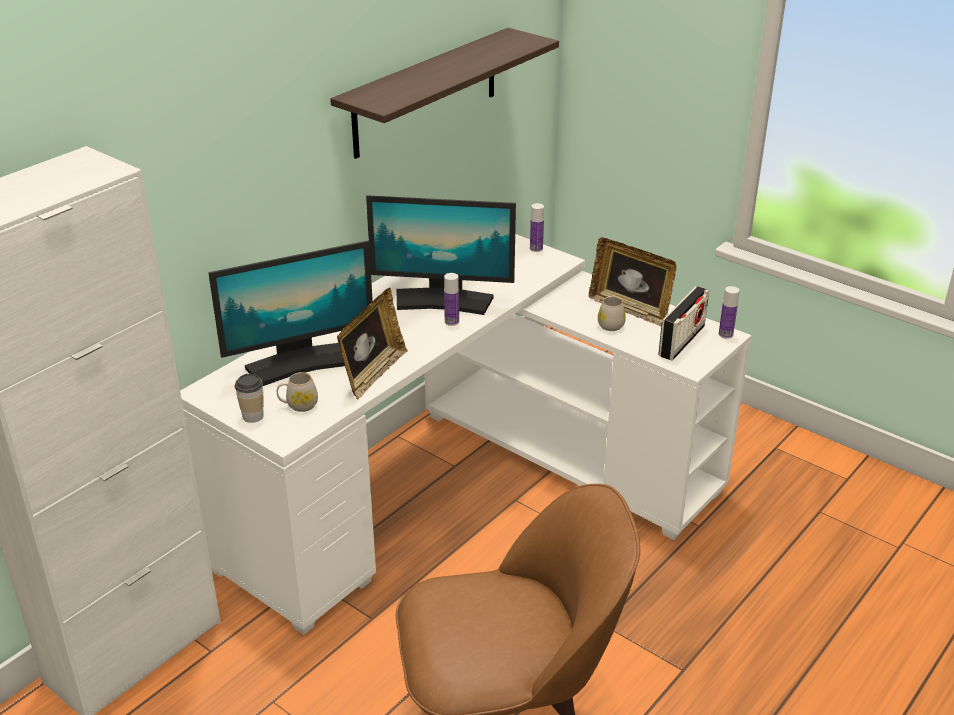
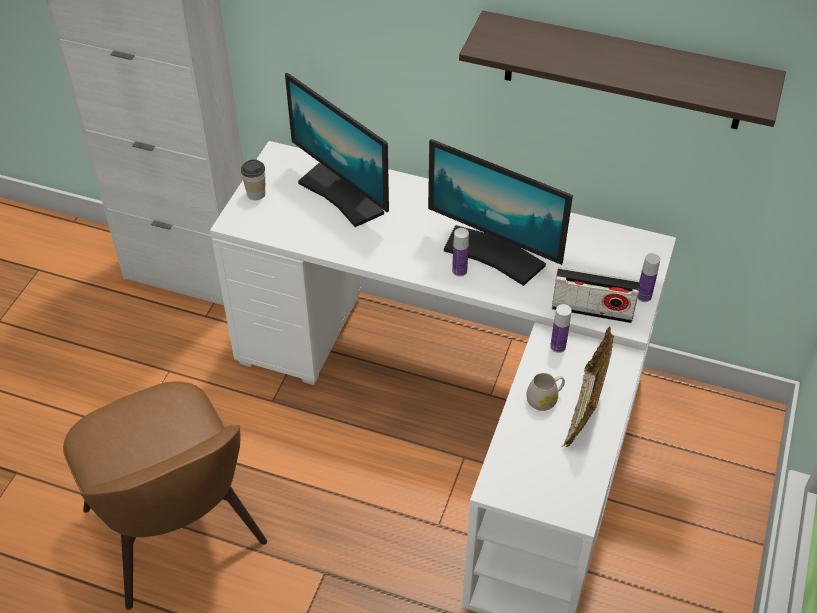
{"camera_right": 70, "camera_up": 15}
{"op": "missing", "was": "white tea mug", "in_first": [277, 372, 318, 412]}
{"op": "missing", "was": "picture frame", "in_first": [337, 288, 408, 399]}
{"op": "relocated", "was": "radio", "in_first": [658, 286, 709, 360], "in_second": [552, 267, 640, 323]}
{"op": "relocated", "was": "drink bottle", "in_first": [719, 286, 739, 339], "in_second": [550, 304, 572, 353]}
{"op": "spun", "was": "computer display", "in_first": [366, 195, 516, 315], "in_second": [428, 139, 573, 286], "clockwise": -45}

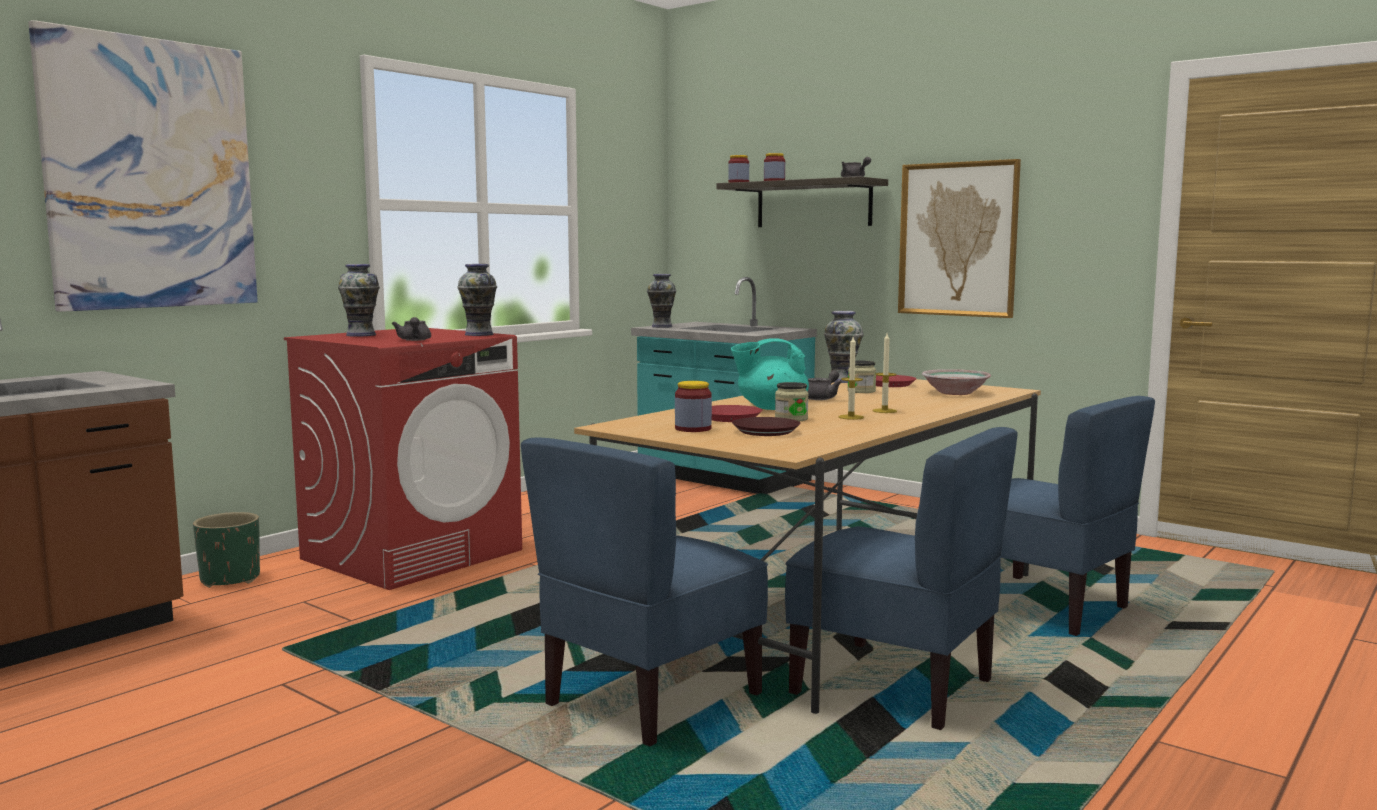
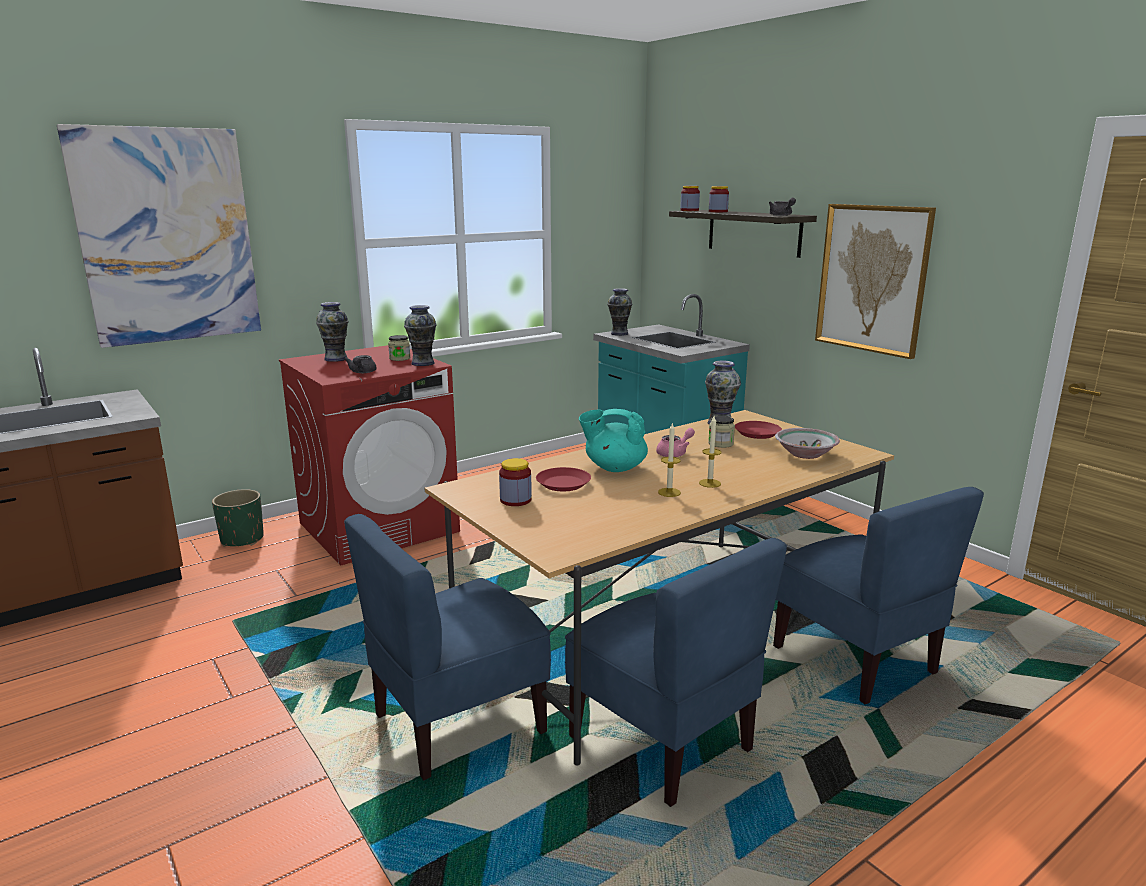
{"camera_right": 15, "camera_up": 10}
{"op": "missing", "was": "brownish flat dish", "in_first": [732, 417, 801, 436]}
{"op": "relocated", "was": "storage jar", "in_first": [775, 382, 808, 422], "in_second": [388, 335, 411, 361]}
{"op": "colour", "was": "gray teapot", "now": "pink teapot", "in_first": [807, 370, 842, 400], "in_second": [656, 428, 695, 457]}

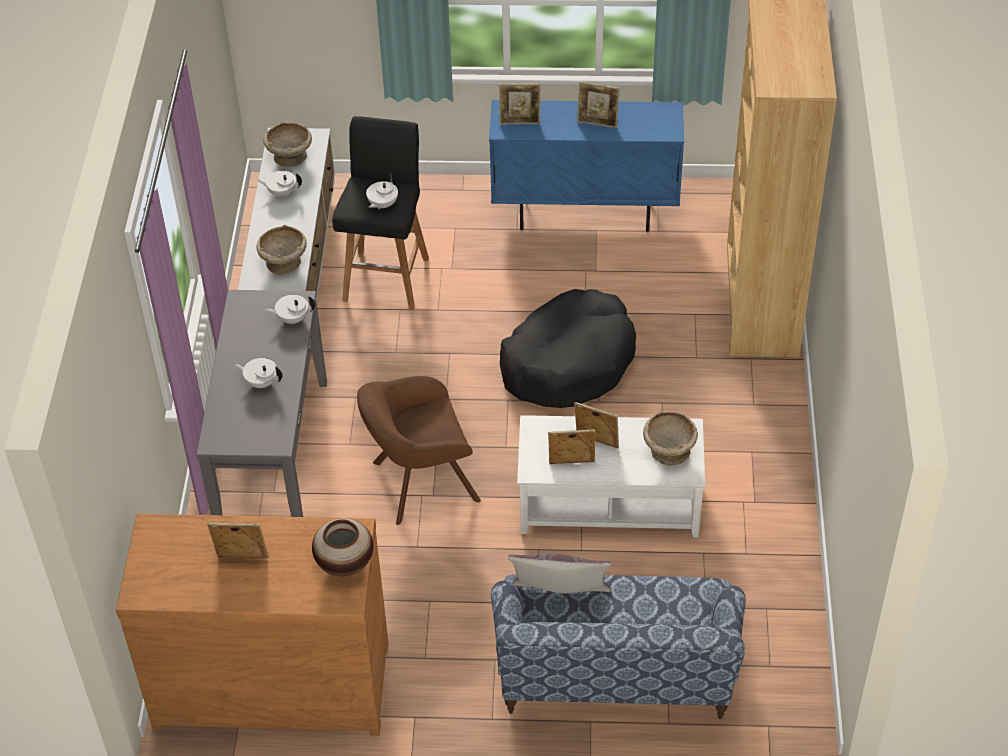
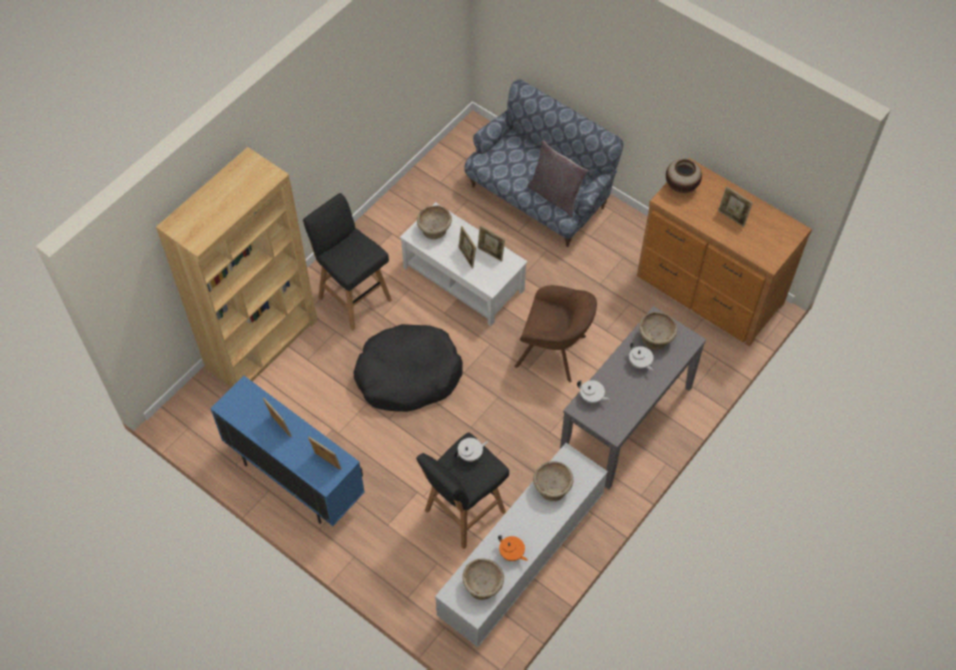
{"camera_right": -145, "camera_up": 10}
{"op": "appeared", "now": "black-coloured sitting stool", "in_second": [303, 193, 392, 331]}
{"op": "appeared", "now": "sand-coloured deep dish", "in_second": [639, 312, 678, 350]}
{"op": "colour", "was": "white teapot", "now": "orange teapot", "in_first": [257, 171, 302, 198], "in_second": [498, 535, 528, 561]}

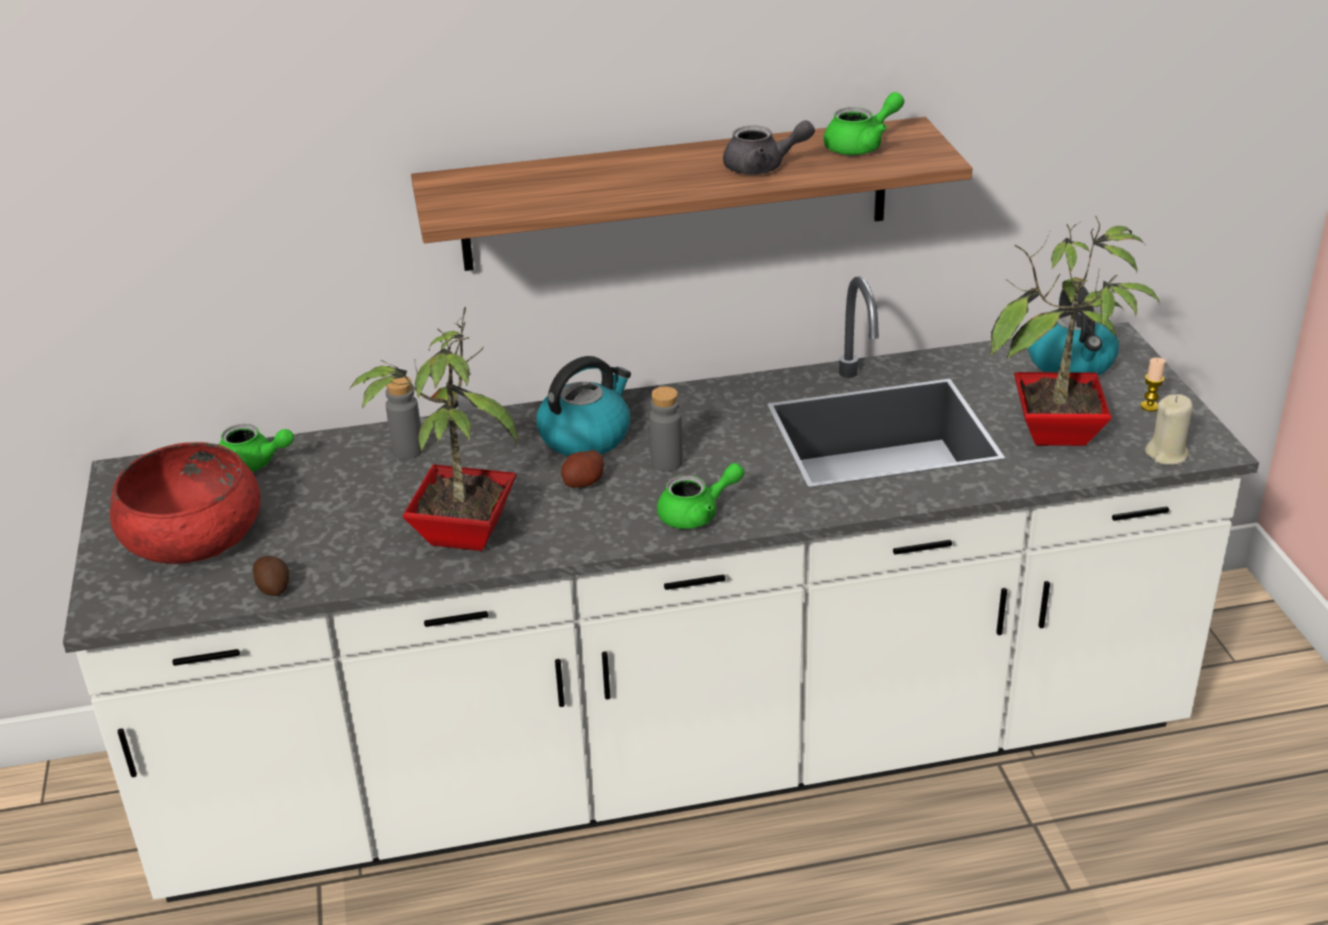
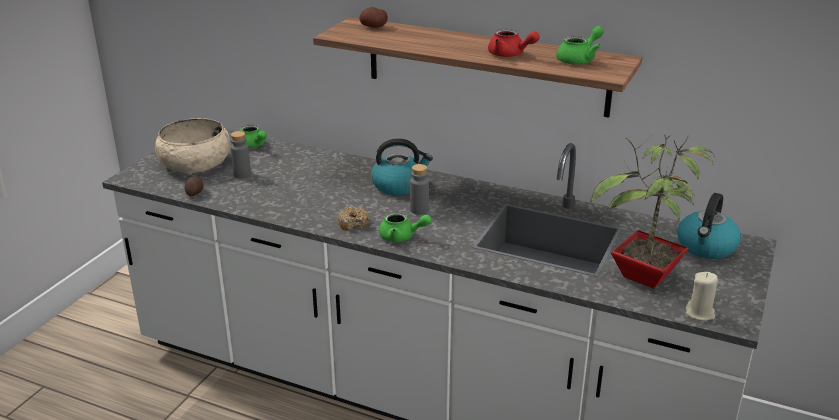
{"camera_right": 35, "camera_up": -5}
{"op": "missing", "was": "plant in a pot", "in_first": [350, 307, 518, 551]}
{"op": "missing", "was": "candle", "in_first": [1140, 358, 1165, 412]}
{"op": "appeared", "now": "ring doughnut", "in_second": [337, 207, 369, 231]}
{"op": "relocated", "was": "gray drink bottle", "in_first": [386, 376, 424, 459], "in_second": [231, 131, 251, 178]}
{"op": "relocated", "was": "whole potato", "in_first": [561, 450, 604, 488], "in_second": [359, 7, 388, 28]}
{"op": "colour", "was": "red deep dish", "now": "sand-coloured deep dish", "in_first": [110, 442, 260, 564], "in_second": [155, 118, 231, 173]}
{"op": "colour", "was": "gray teapot", "now": "red teapot", "in_first": [723, 120, 815, 174], "in_second": [488, 29, 540, 57]}
{"op": "spun", "was": "green-coloured teapot", "in_first": [823, 92, 904, 155], "in_second": [556, 26, 604, 65], "clockwise": -45}

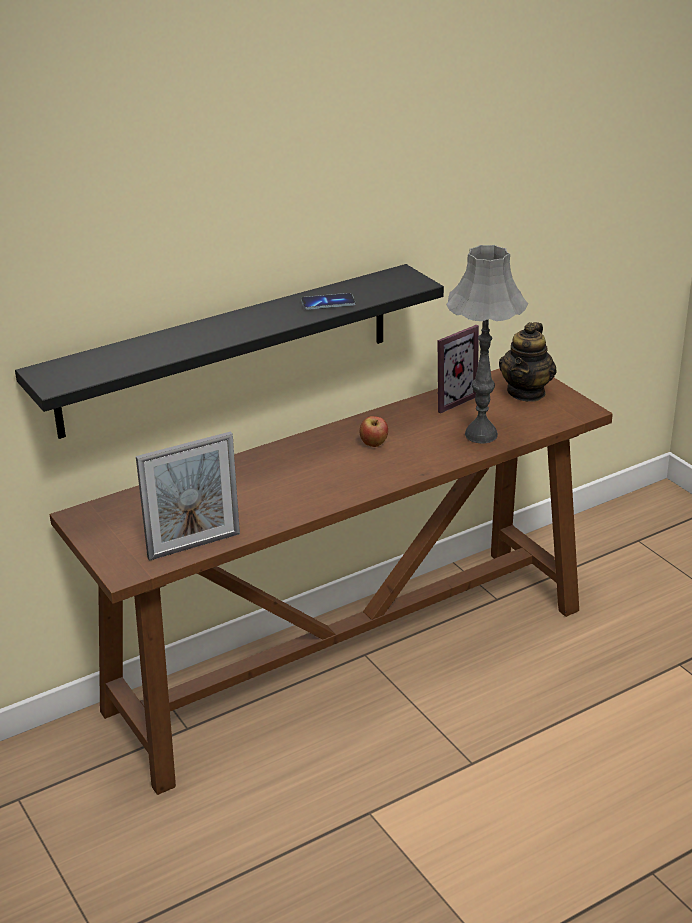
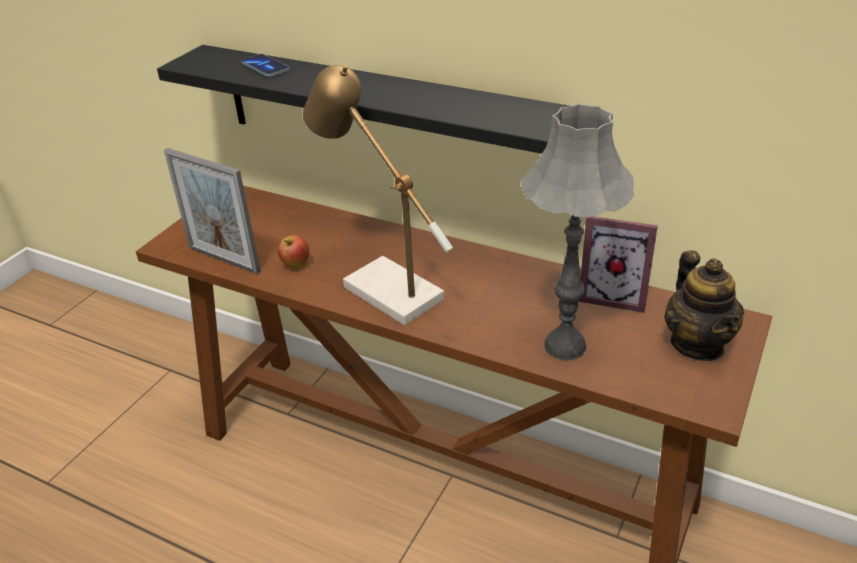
{"camera_right": 60, "camera_up": 5}
{"op": "appeared", "now": "table lamp", "in_second": [303, 65, 453, 325]}
{"op": "relocated", "was": "handset", "in_first": [301, 293, 355, 310], "in_second": [241, 54, 290, 77]}
{"op": "relocated", "was": "apple", "in_first": [360, 416, 388, 447], "in_second": [278, 235, 309, 269]}
{"op": "spun", "was": "teapot", "in_first": [499, 322, 557, 402], "in_second": [664, 250, 744, 361], "clockwise": -90}

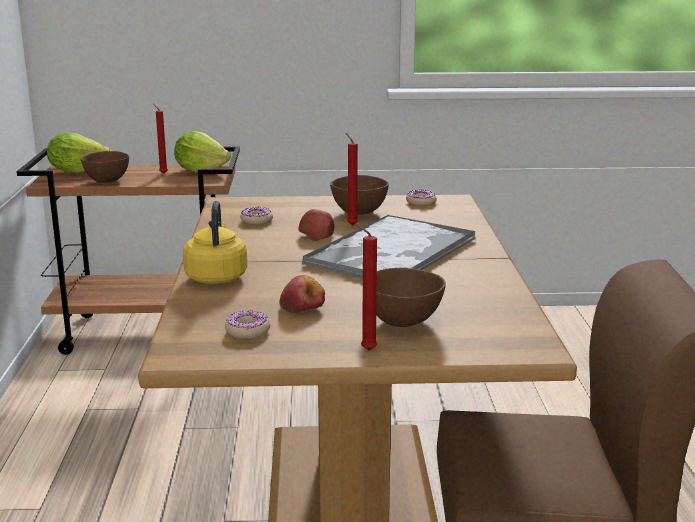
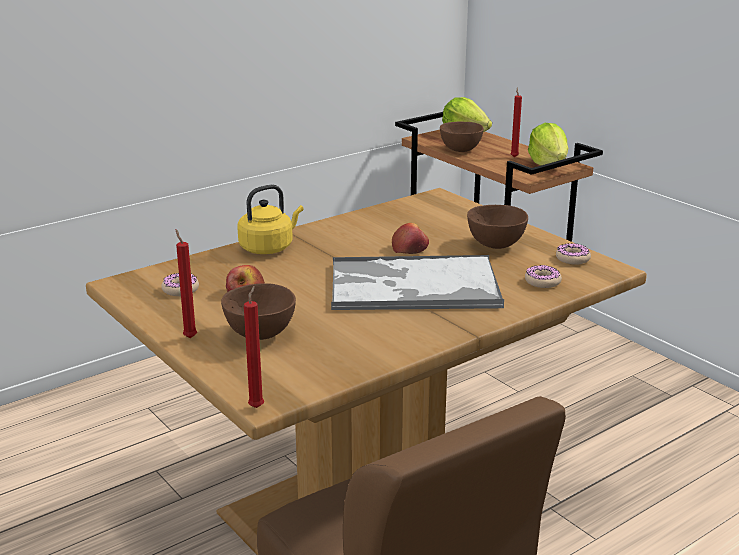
{"camera_right": 55, "camera_up": 5}
{"op": "relocated", "was": "ring doughnut", "in_first": [240, 207, 273, 224], "in_second": [525, 265, 562, 288]}
{"op": "relocated", "was": "red candle", "in_first": [346, 133, 358, 226], "in_second": [244, 286, 264, 408]}

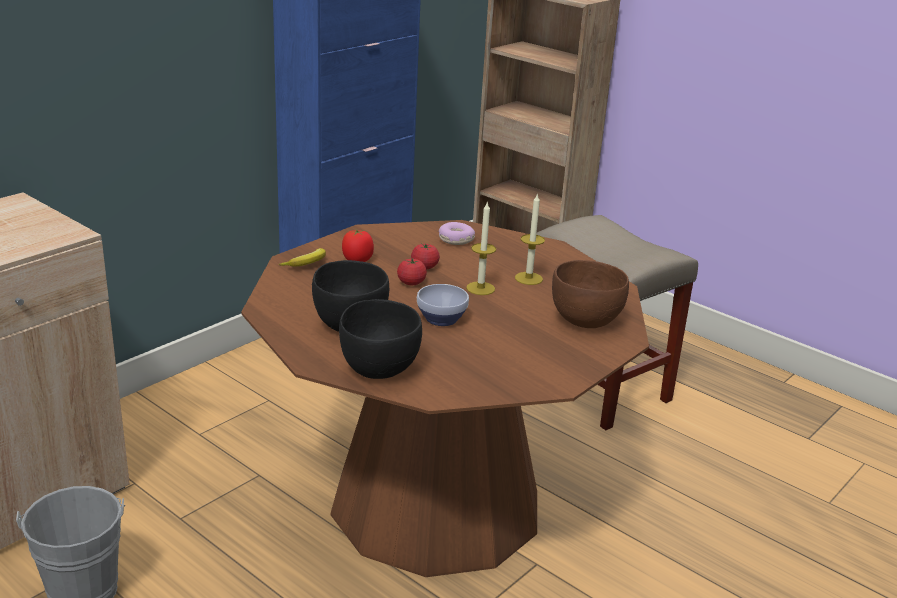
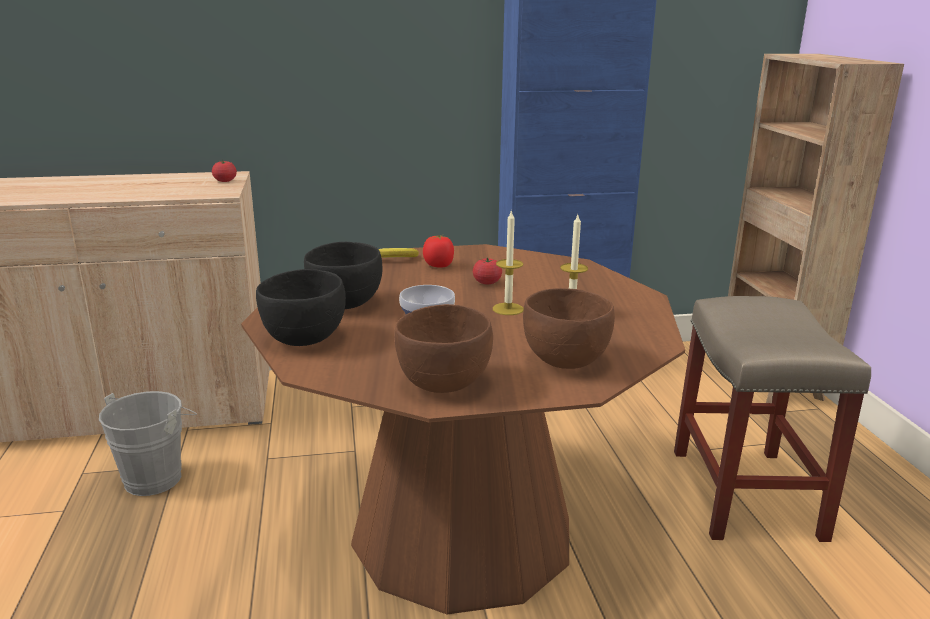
{"camera_right": 40, "camera_up": -5}
{"op": "missing", "was": "ring doughnut", "in_first": [439, 222, 475, 245]}
{"op": "appeared", "now": "brownish deep dish", "in_second": [394, 304, 493, 393]}
{"op": "relocated", "was": "whole tomato", "in_first": [397, 259, 427, 285], "in_second": [212, 160, 237, 182]}

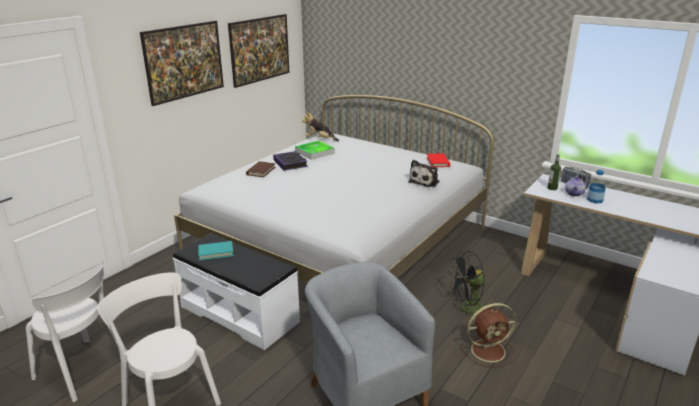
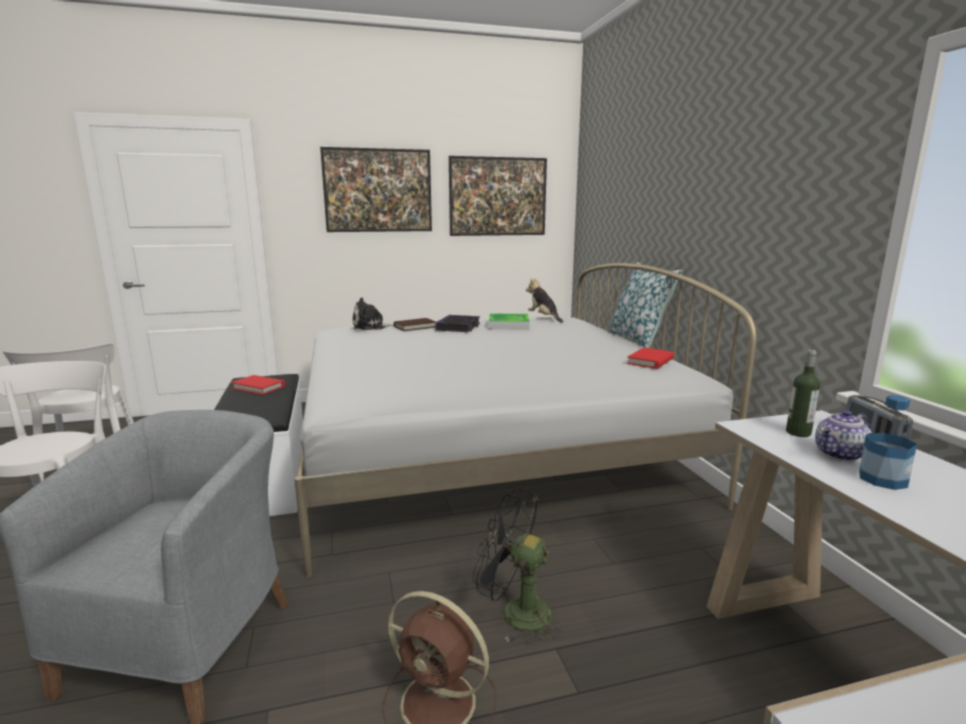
{"camera_right": 40, "camera_up": -10}
{"op": "appeared", "now": "cushion", "in_second": [608, 262, 683, 348]}
{"op": "relocated", "was": "soft toy", "in_first": [408, 160, 440, 187], "in_second": [352, 297, 394, 330]}
{"op": "colour", "was": "blue-green book", "now": "red book", "in_first": [198, 241, 234, 260], "in_second": [231, 375, 285, 395]}

